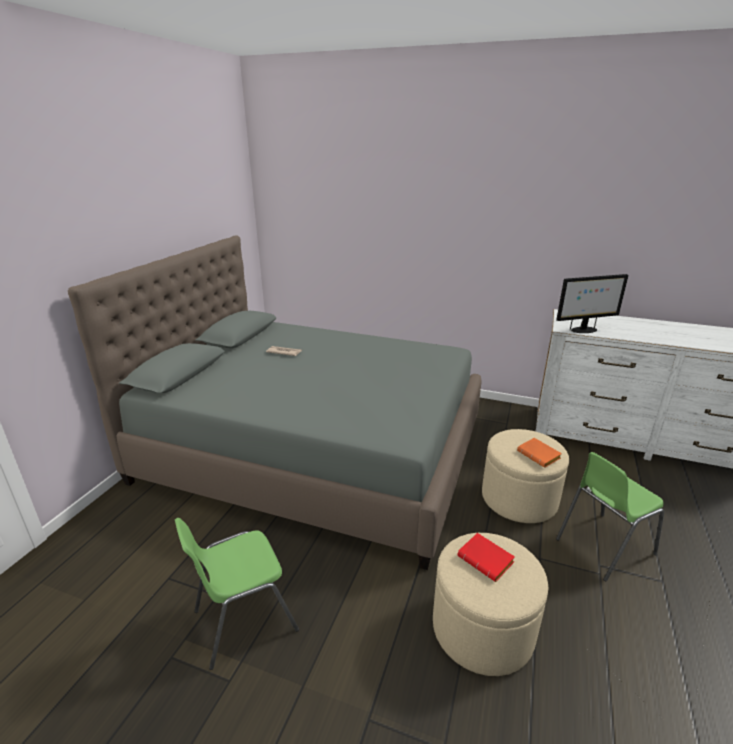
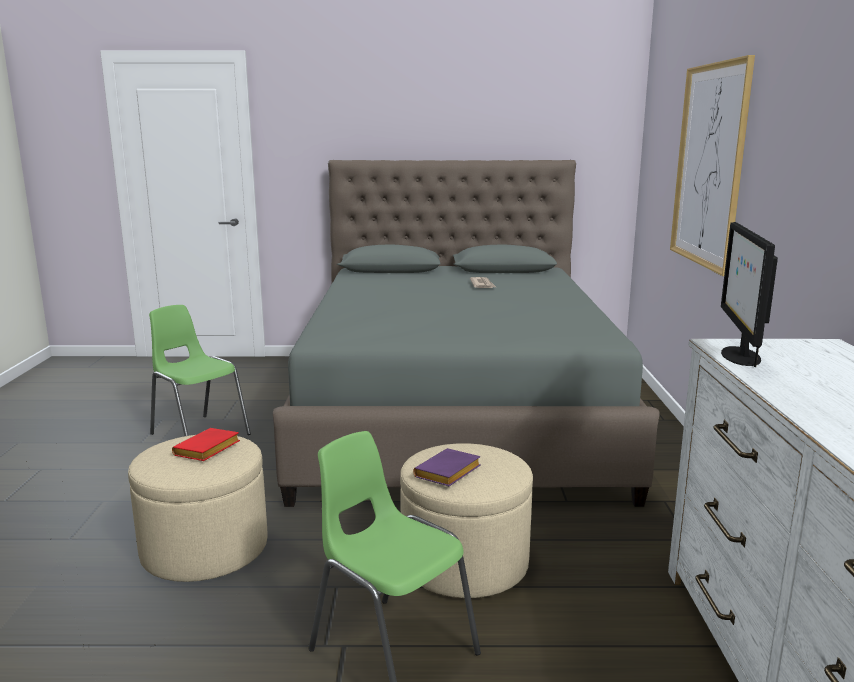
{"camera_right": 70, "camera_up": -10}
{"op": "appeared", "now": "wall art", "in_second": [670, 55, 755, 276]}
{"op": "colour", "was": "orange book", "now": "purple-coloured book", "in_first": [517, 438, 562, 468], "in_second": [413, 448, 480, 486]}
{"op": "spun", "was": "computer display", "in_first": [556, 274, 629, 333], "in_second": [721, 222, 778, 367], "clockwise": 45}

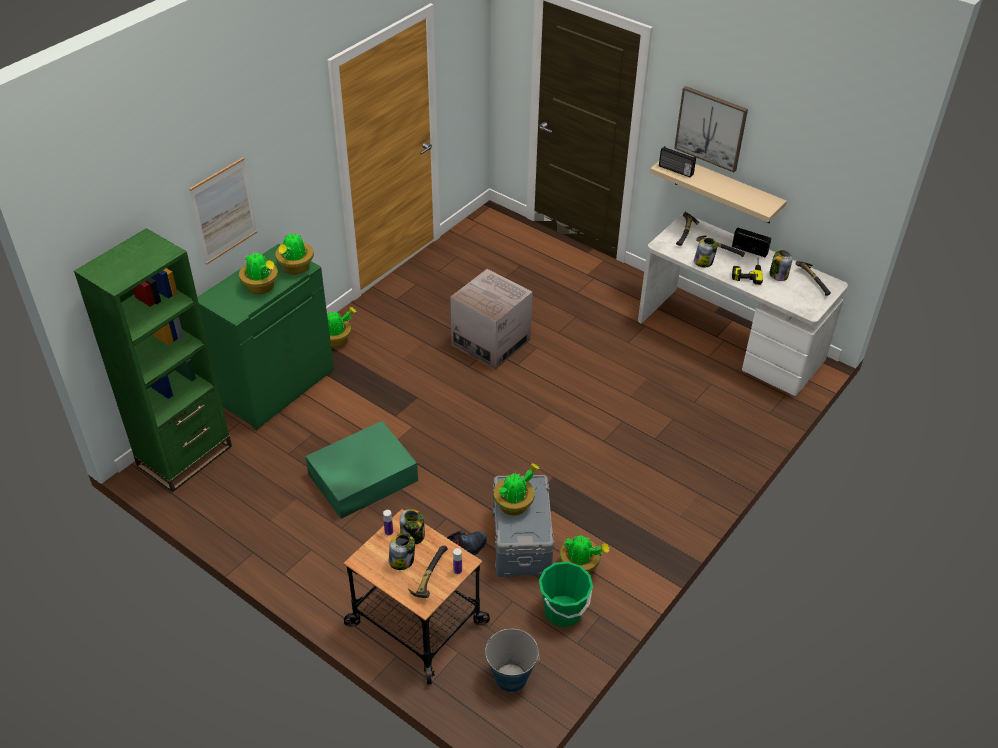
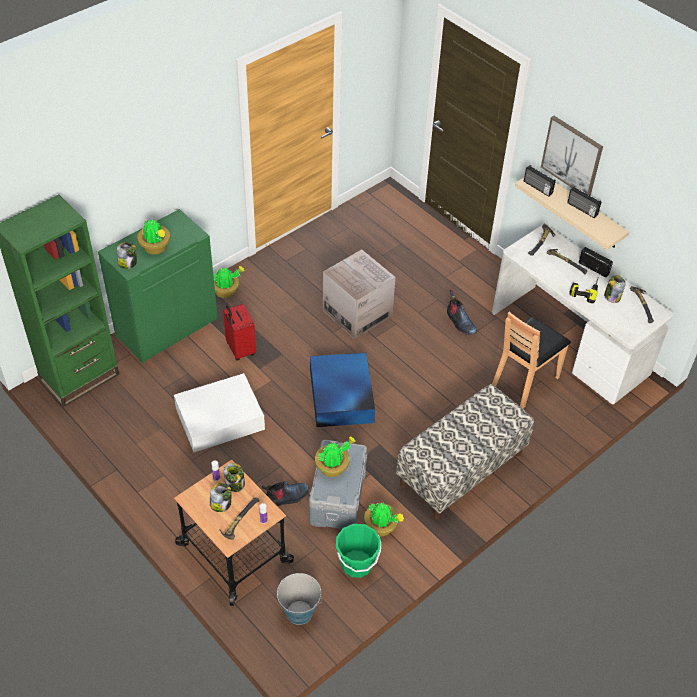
{"camera_right": 10, "camera_up": 5}
{"op": "missing", "was": "wall art", "in_first": [189, 157, 257, 265]}
{"op": "missing", "was": "plant in a pot", "in_first": [275, 233, 314, 274]}
{"op": "appeared", "now": "red suitcase", "in_second": [223, 304, 256, 361]}
{"op": "appeared", "now": "blue-coloured storage box", "in_second": [310, 353, 375, 427]}
{"op": "appeared", "now": "indoor bench", "in_second": [396, 384, 534, 520]}
{"op": "appeared", "now": "boot", "in_second": [447, 290, 477, 335]}
{"op": "appeared", "now": "brownish chair", "in_second": [492, 312, 571, 408]}
{"op": "appeared", "now": "radio", "in_second": [567, 186, 602, 218]}
{"op": "relocated", "was": "storage jar", "in_first": [694, 238, 718, 267], "in_second": [117, 242, 137, 269]}
{"op": "colour", "was": "green-coloured storage box", "now": "white storage box", "in_first": [305, 421, 418, 519], "in_second": [174, 373, 265, 452]}

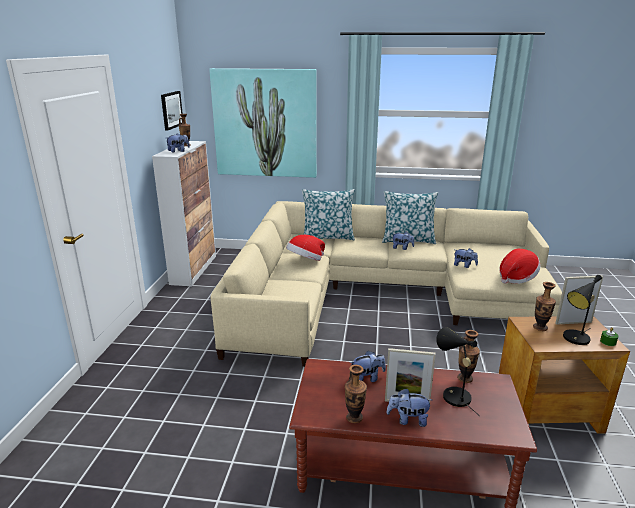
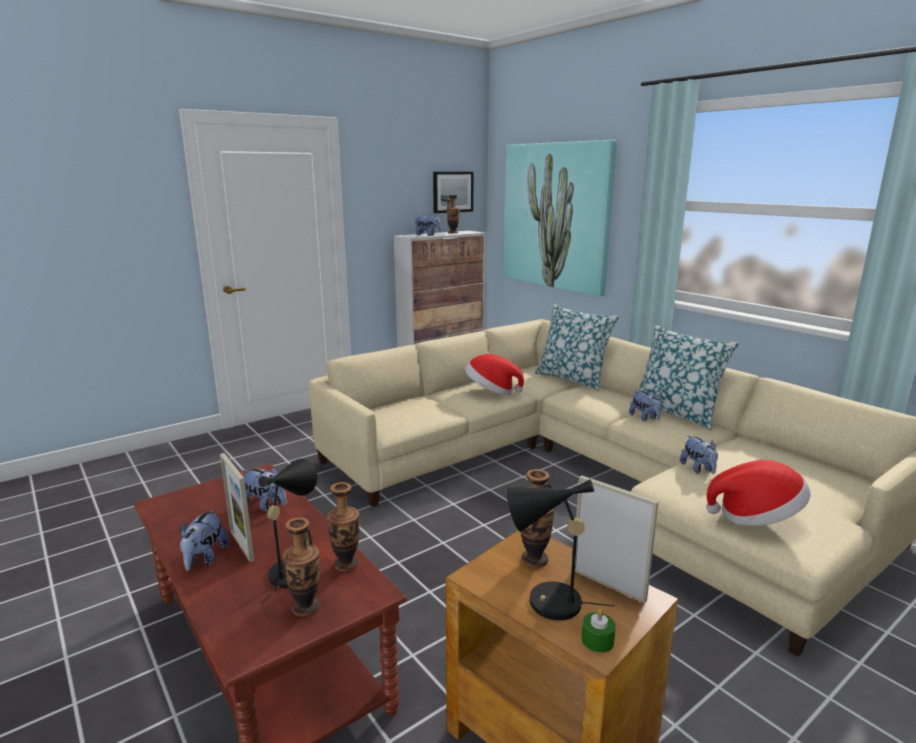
{"camera_right": 45, "camera_up": -5}
{"op": "relocated", "was": "vase", "in_first": [345, 365, 367, 423], "in_second": [282, 517, 320, 617]}
{"op": "spun", "was": "soft toy", "in_first": [387, 388, 432, 427], "in_second": [180, 509, 229, 571], "clockwise": -135}

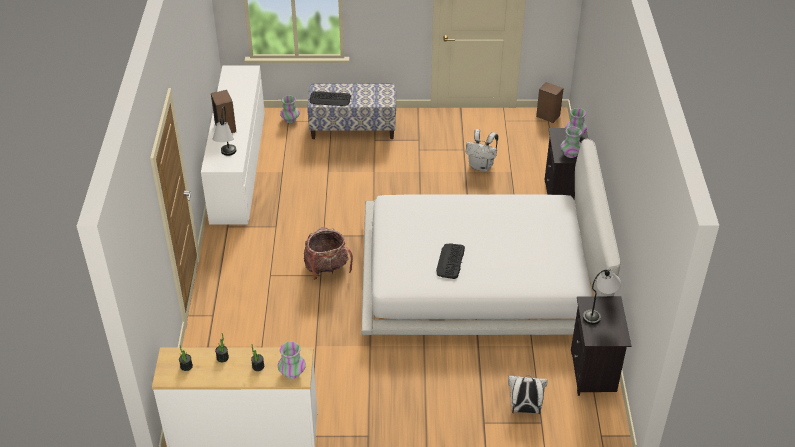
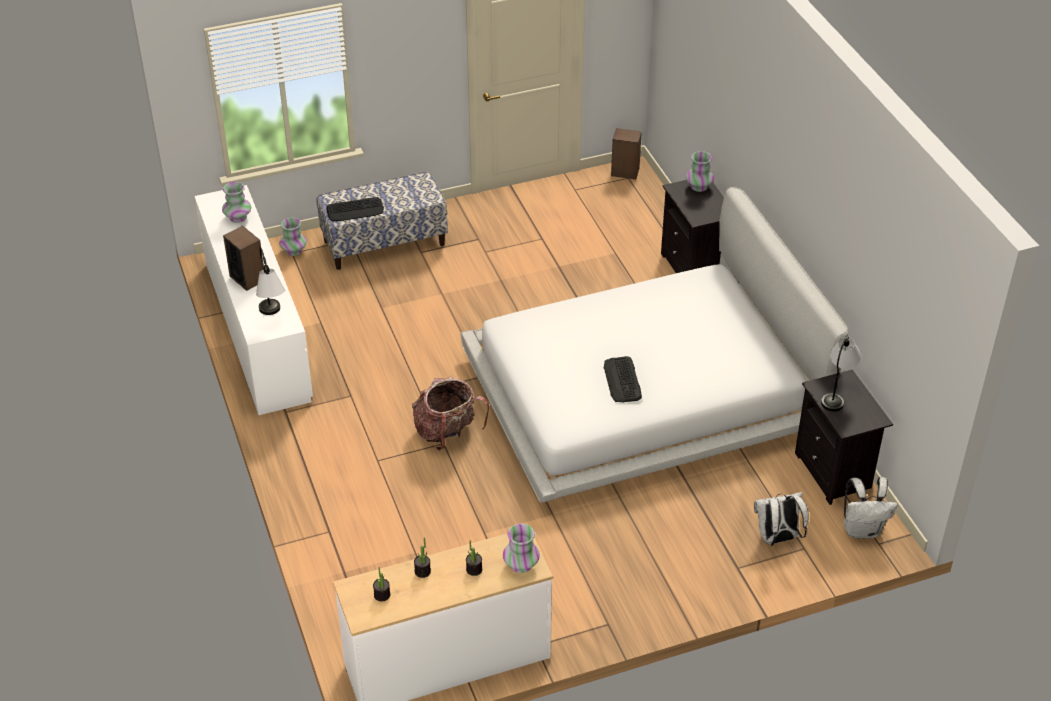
{"camera_right": -20, "camera_up": 0}
{"op": "relocated", "was": "white knapsack", "in_first": [466, 129, 498, 171], "in_second": [844, 477, 898, 538]}
{"op": "relocated", "was": "vase", "in_first": [560, 127, 582, 158], "in_second": [222, 182, 251, 223]}

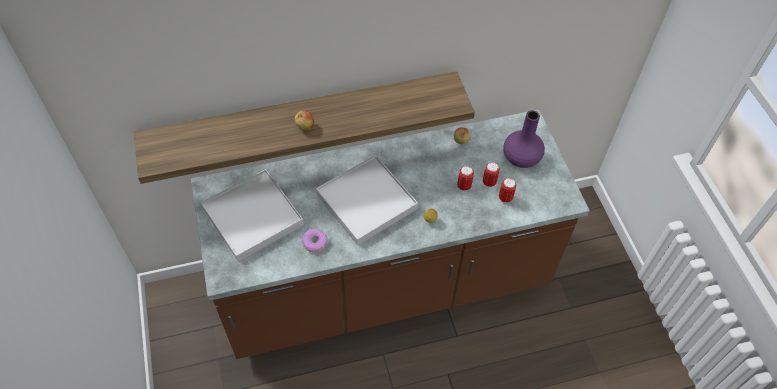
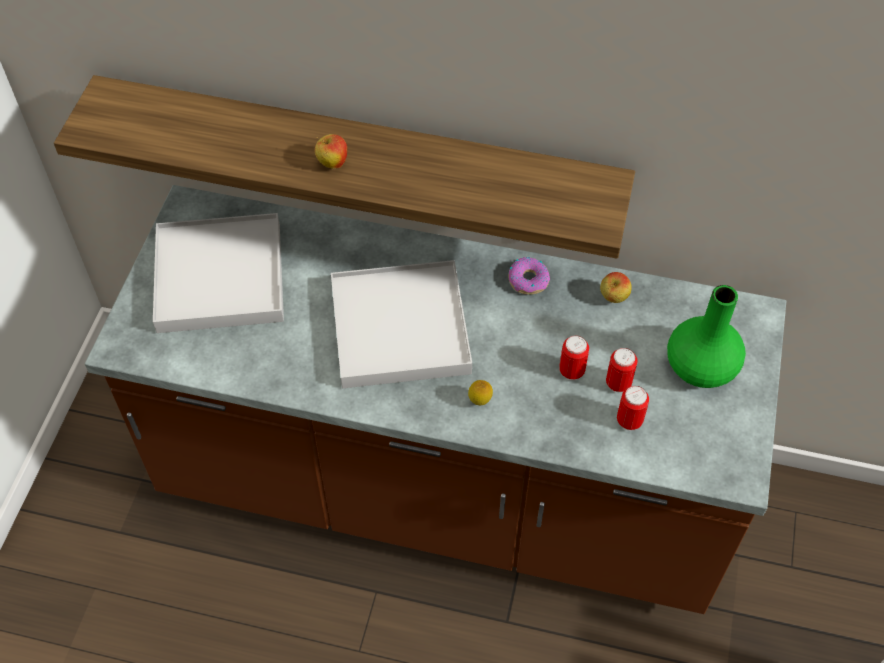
{"camera_right": 30, "camera_up": 0}
{"op": "relocated", "was": "ring doughnut", "in_first": [302, 229, 328, 252], "in_second": [508, 257, 550, 295]}
{"op": "colour", "was": "purple-coloured vase", "now": "green-coloured vase", "in_first": [503, 110, 545, 168], "in_second": [667, 285, 746, 388]}

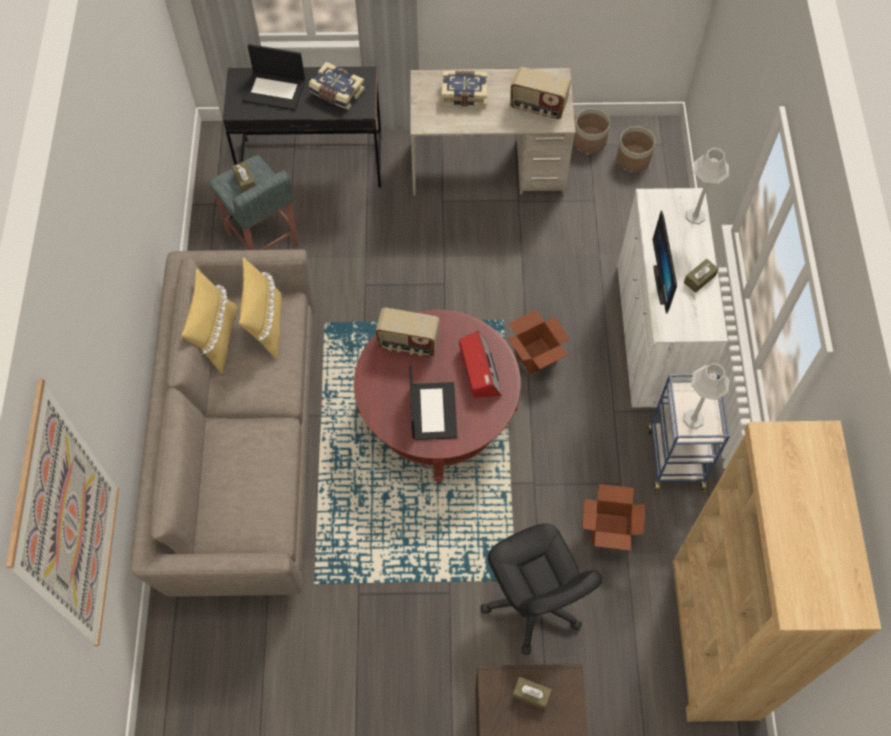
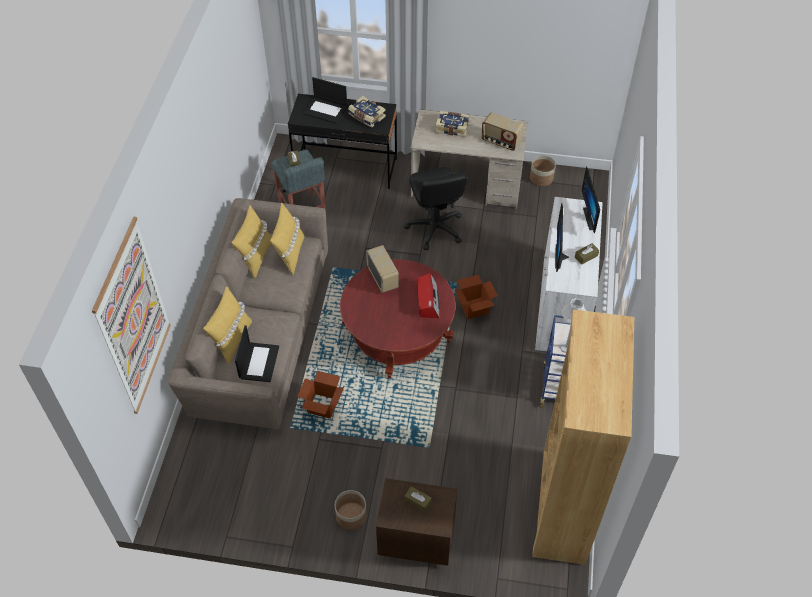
{"camera_right": 10, "camera_up": -10}
{"op": "appeared", "now": "yellow-coloured cushion", "in_second": [203, 286, 252, 365]}
{"op": "relocated", "was": "notebook computer", "in_first": [409, 365, 458, 440], "in_second": [235, 325, 279, 382]}
{"op": "relocated", "was": "black-coloured desk chair", "in_first": [480, 523, 602, 655], "in_second": [404, 167, 468, 250]}
{"op": "relocated", "was": "packing box", "in_first": [582, 484, 645, 550], "in_second": [297, 371, 344, 419]}
{"op": "relocated", "was": "flower pot", "in_first": [617, 126, 655, 171], "in_second": [335, 490, 367, 530]}
{"op": "exchanged", "was": "gray table lamp", "now": "computer display", "in_first": [686, 148, 729, 224], "in_second": [582, 166, 600, 233]}
{"op": "spun", "was": "radio", "in_first": [376, 308, 440, 357], "in_second": [366, 245, 399, 293], "clockwise": -135}

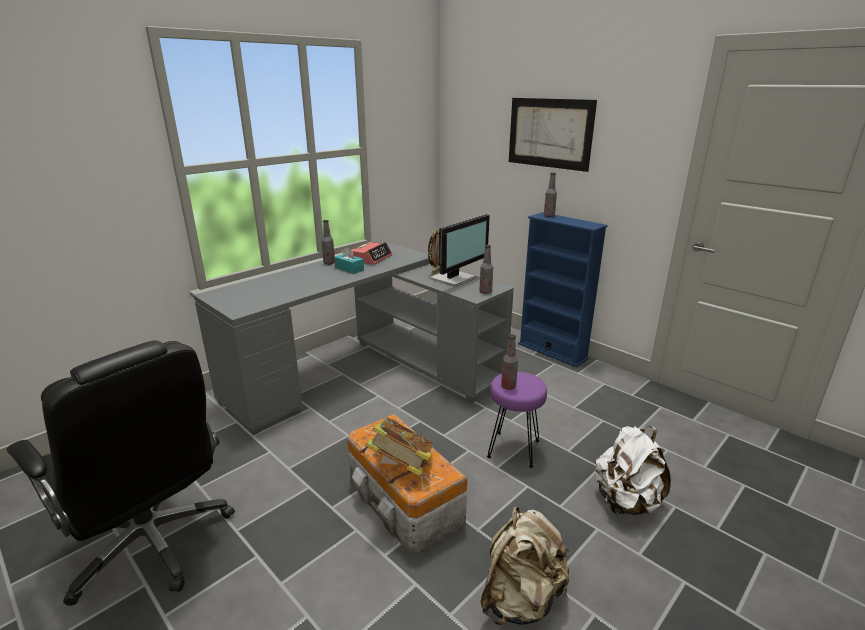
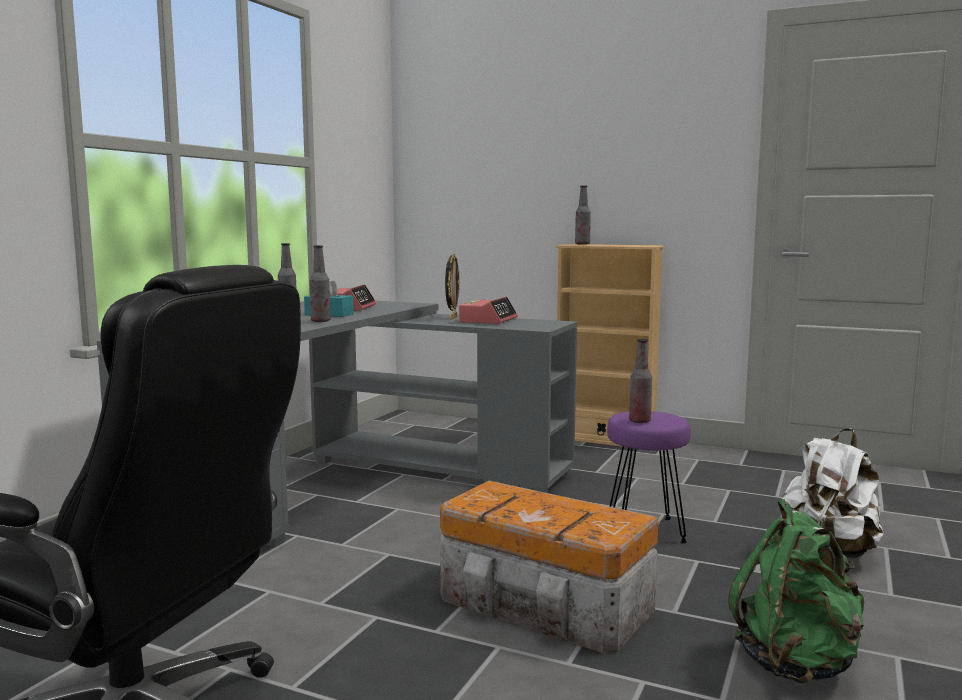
{"camera_right": -20, "camera_up": -15}
{"op": "missing", "was": "book", "in_first": [365, 417, 433, 476]}
{"op": "missing", "was": "wall art", "in_first": [509, 98, 597, 172]}
{"op": "relocated", "was": "drink bottle", "in_first": [479, 245, 493, 294], "in_second": [310, 245, 331, 322]}
{"op": "exchanged", "was": "computer display", "now": "alarm clock", "in_first": [430, 214, 490, 287], "in_second": [459, 297, 517, 324]}
{"op": "colour", "was": "sand-coloured knapsack", "now": "green-coloured knapsack", "in_first": [480, 507, 570, 625], "in_second": [728, 499, 864, 683]}
{"op": "colour", "was": "blue-coloured shelving unit", "now": "sand-coloured shelving unit", "in_first": [518, 212, 608, 367], "in_second": [556, 244, 664, 447]}

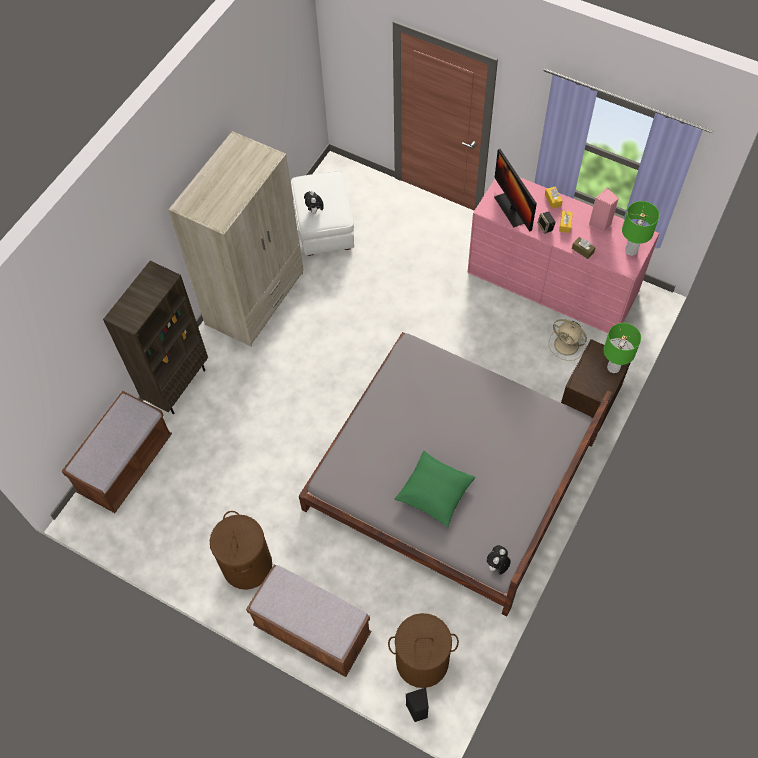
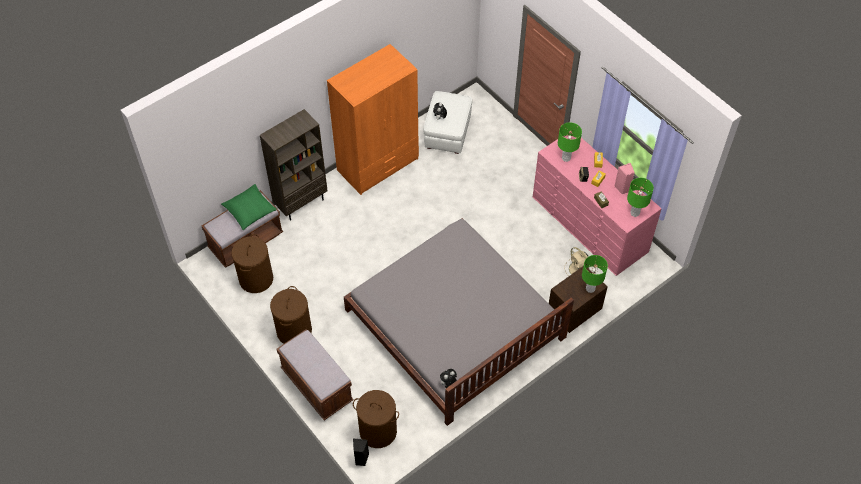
{"camera_right": 20, "camera_up": -5}
{"op": "appeared", "now": "brownish washing basket", "in_second": [231, 234, 273, 293]}
{"op": "relocated", "was": "green-coloured cushion", "in_first": [395, 451, 475, 527], "in_second": [221, 184, 277, 230]}
{"op": "exchanged", "was": "computer display", "now": "green-coloured table lamp", "in_first": [494, 149, 537, 232], "in_second": [558, 122, 582, 162]}
{"op": "colour", "was": "sand-coloured wardrobe", "now": "orange wardrobe", "in_first": [168, 131, 304, 346], "in_second": [327, 44, 419, 195]}

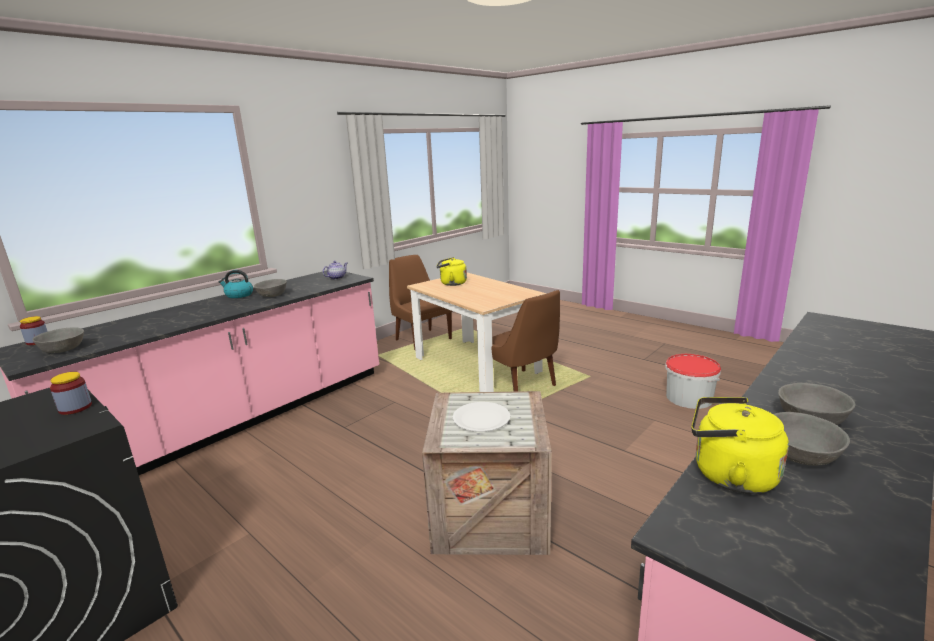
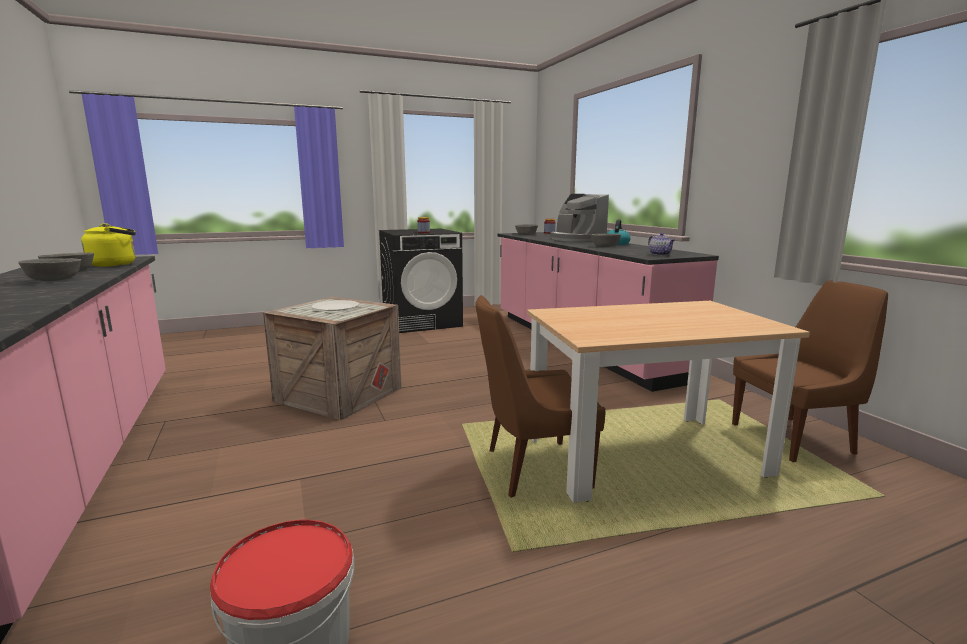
{"camera_right": 115, "camera_up": -5}
{"op": "missing", "was": "yellow-coloured tea kettle", "in_first": [437, 257, 467, 286]}
{"op": "appeared", "now": "coffee brewer", "in_second": [550, 194, 609, 242]}

